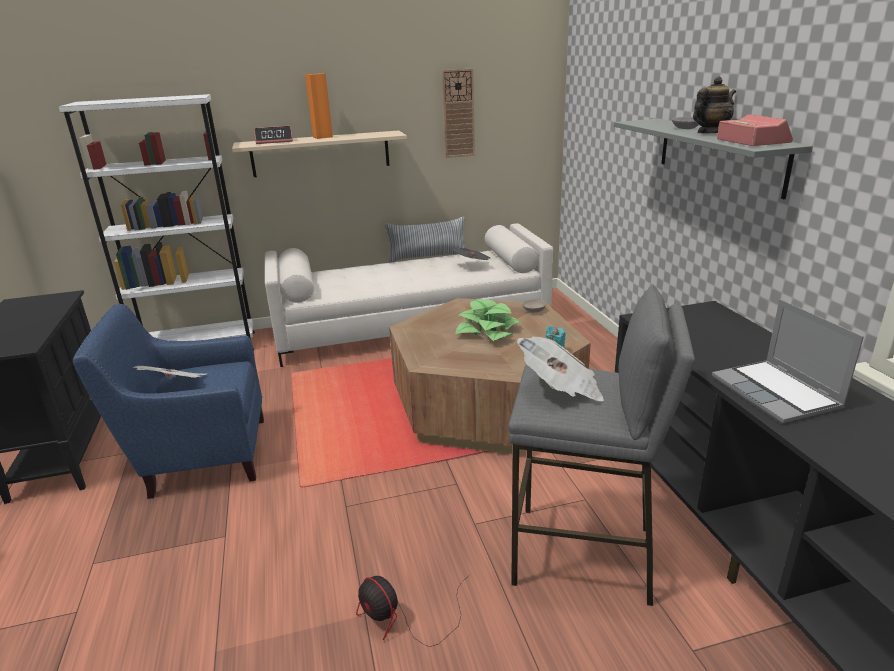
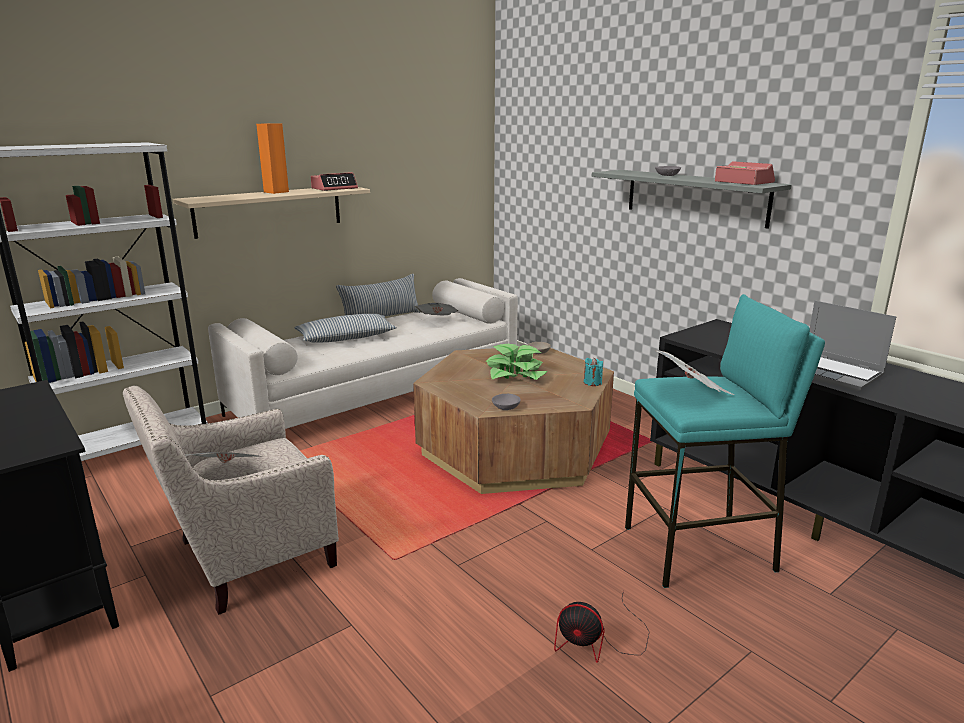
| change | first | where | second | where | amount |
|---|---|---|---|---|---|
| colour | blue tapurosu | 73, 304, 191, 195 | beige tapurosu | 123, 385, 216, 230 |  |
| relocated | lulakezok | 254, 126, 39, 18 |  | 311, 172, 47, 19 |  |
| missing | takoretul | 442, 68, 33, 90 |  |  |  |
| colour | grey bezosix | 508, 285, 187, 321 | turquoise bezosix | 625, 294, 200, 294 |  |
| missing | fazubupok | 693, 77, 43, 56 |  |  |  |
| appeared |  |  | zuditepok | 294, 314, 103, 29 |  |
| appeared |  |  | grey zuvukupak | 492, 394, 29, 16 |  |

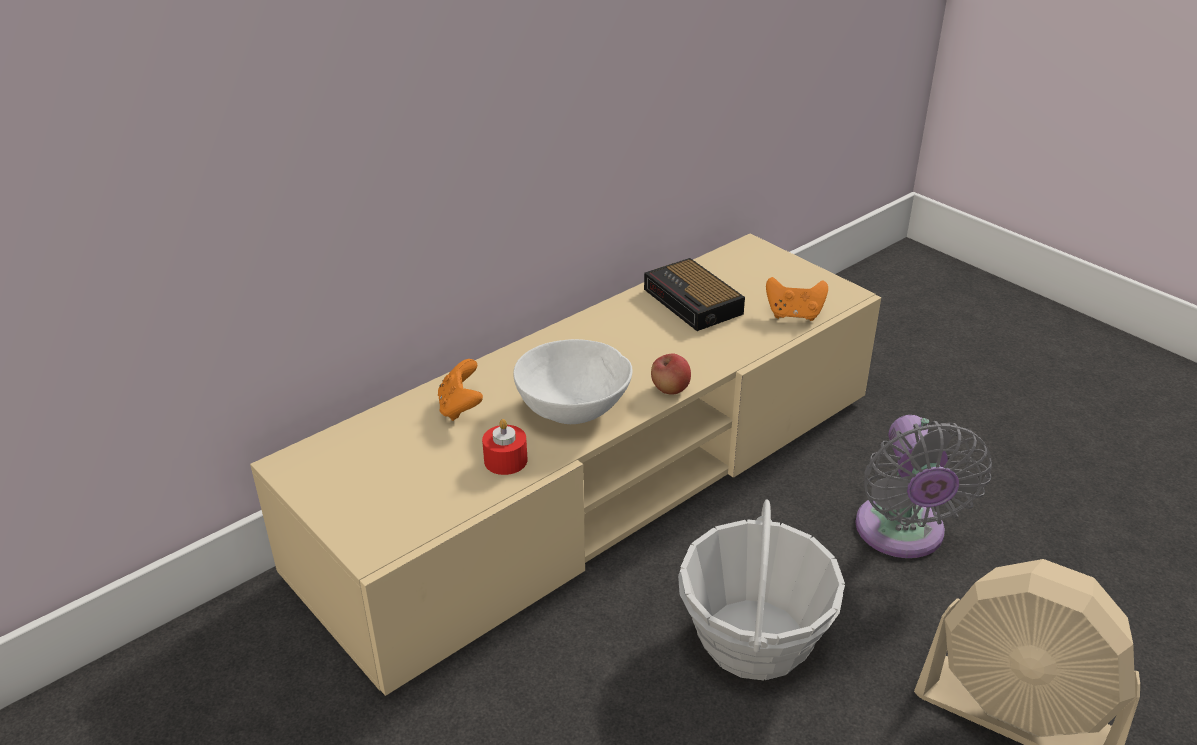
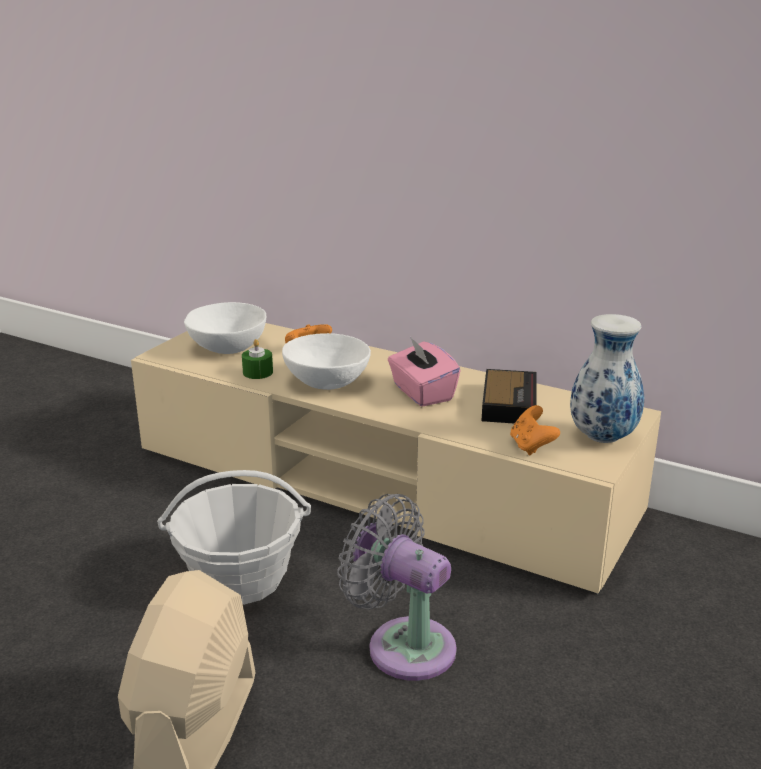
| change | first | where | second | where | amount |
|---|---|---|---|---|---|
| colour | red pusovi | 482, 419, 45, 56 | green pusovi | 242, 339, 31, 40 |  |
| spun | lulakezok | 644, 258, 101, 73 |  | 482, 369, 55, 54 | 150 degrees clockwise |
| missing | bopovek | 651, 353, 40, 42 |  |  |  |
| spun | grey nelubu | 856, 415, 136, 143 |  | 337, 494, 120, 187 | 60 degrees clockwise |
| appeared |  |  | white zuvukupak | 184, 302, 82, 52 |  |
| appeared |  |  | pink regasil | 388, 337, 72, 70 |  |
| appeared |  |  | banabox | 570, 314, 74, 129 |  |

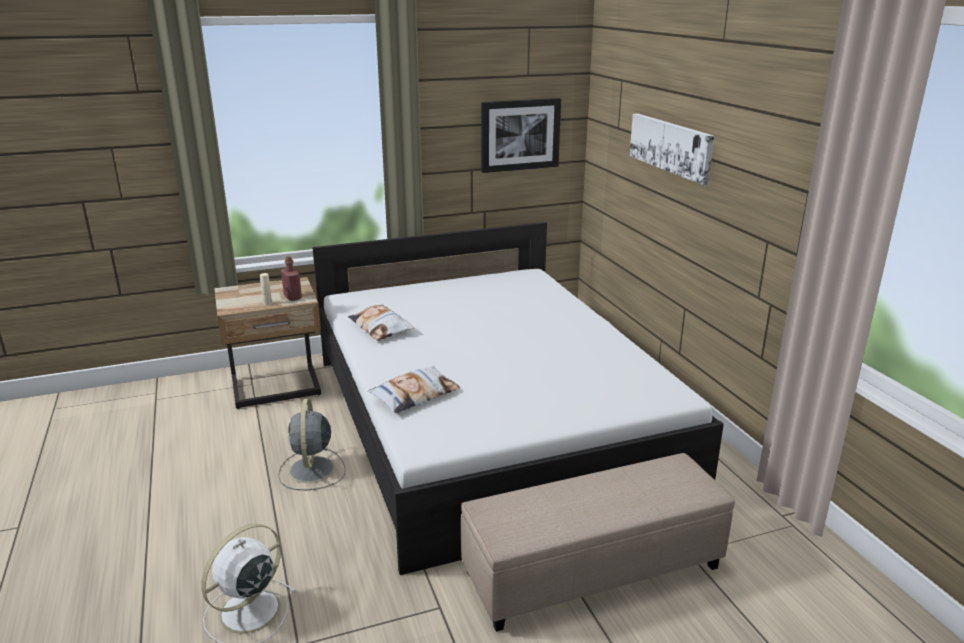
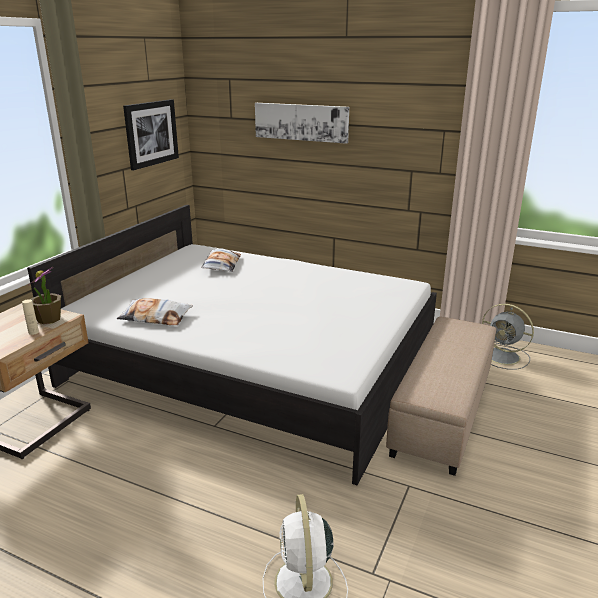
| change | first | where | second | where | amount |
|---|---|---|---|---|---|
| relocated | grey nelubu | 278, 398, 68, 92 |  | 482, 304, 52, 66 |  |
| exchanged | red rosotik | 281, 256, 21, 45 | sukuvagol | 29, 267, 32, 57 |  |
| relocated | zuditepok | 368, 366, 92, 47 |  | 201, 249, 40, 23 |  |

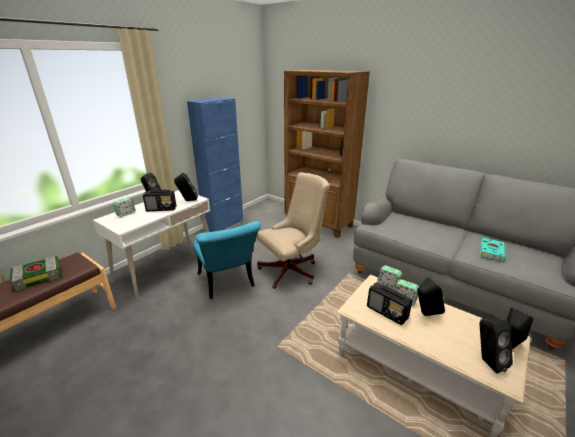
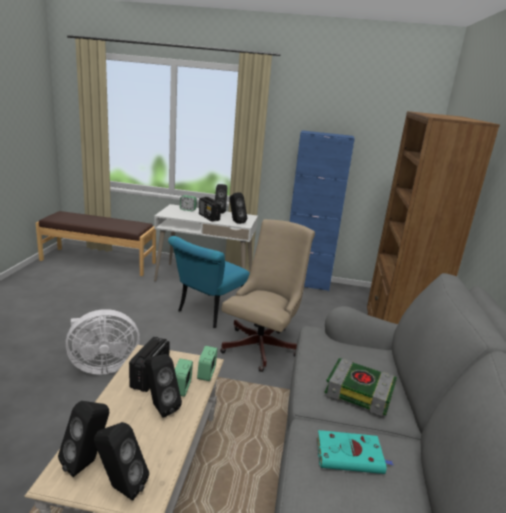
| change | first | where | second | where | amount |
|---|---|---|---|---|---|
| relocated | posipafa | 9, 256, 53, 35 |  | 324, 358, 73, 58 |  |
| spun | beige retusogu | 256, 172, 74, 117 |  | 220, 219, 95, 153 | 90 degrees counterclockwise |
| appeared |  |  | white nelubu | 65, 309, 75, 66 |  |

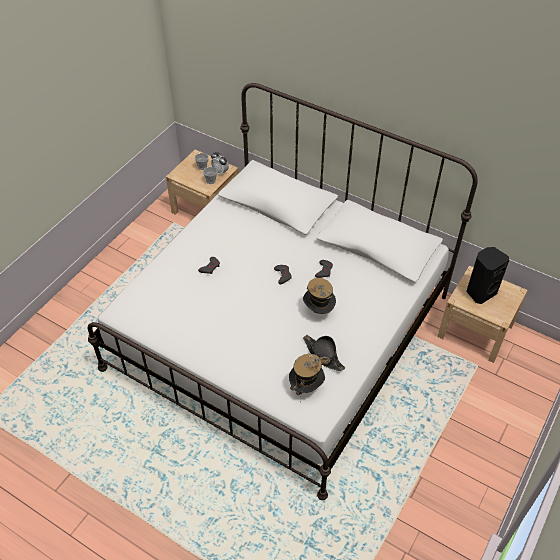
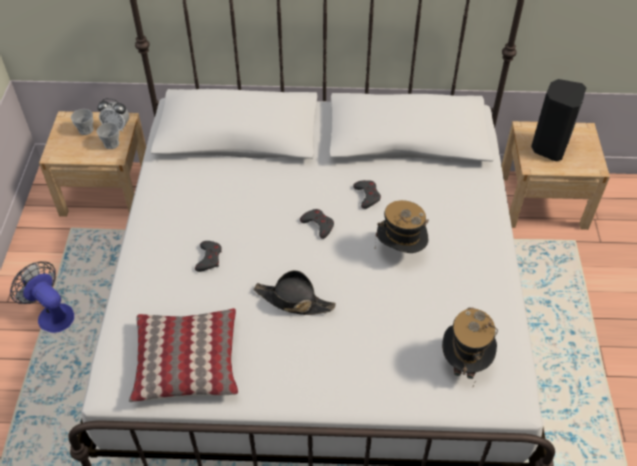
| change | first | where | second | where | amount |
|---|---|---|---|---|---|
| relocated | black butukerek | 303, 335, 42, 36 |  | 254, 270, 82, 45 |  |
| appeared |  |  | nelubu | 10, 261, 64, 72 |  |
| appeared |  |  | zuditepok | 129, 308, 109, 94 |  |

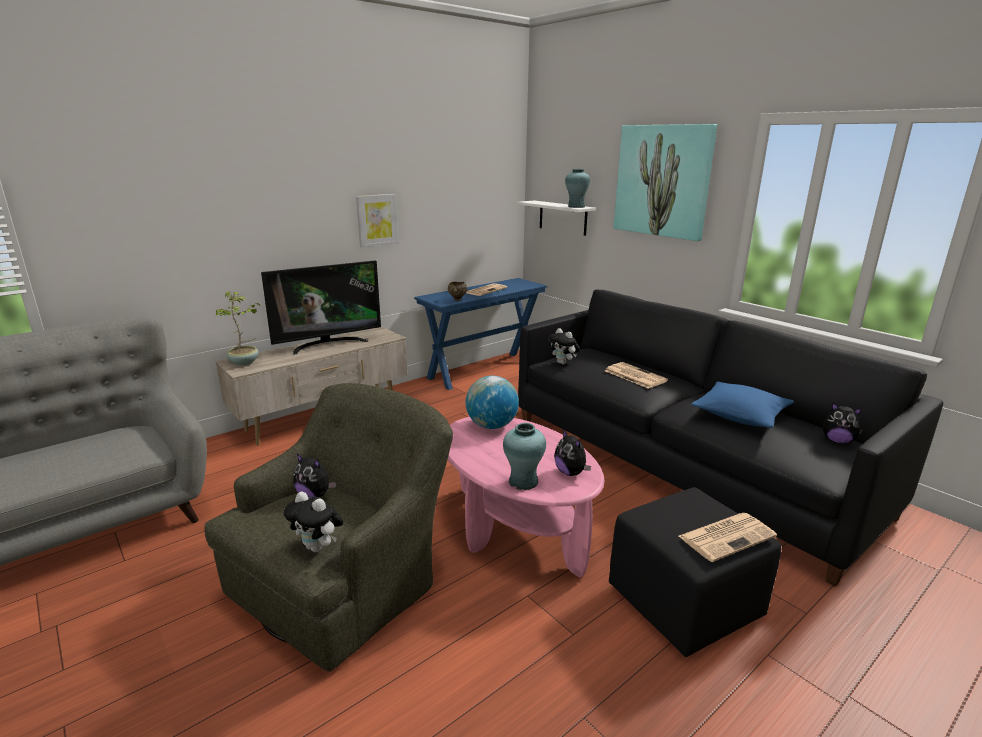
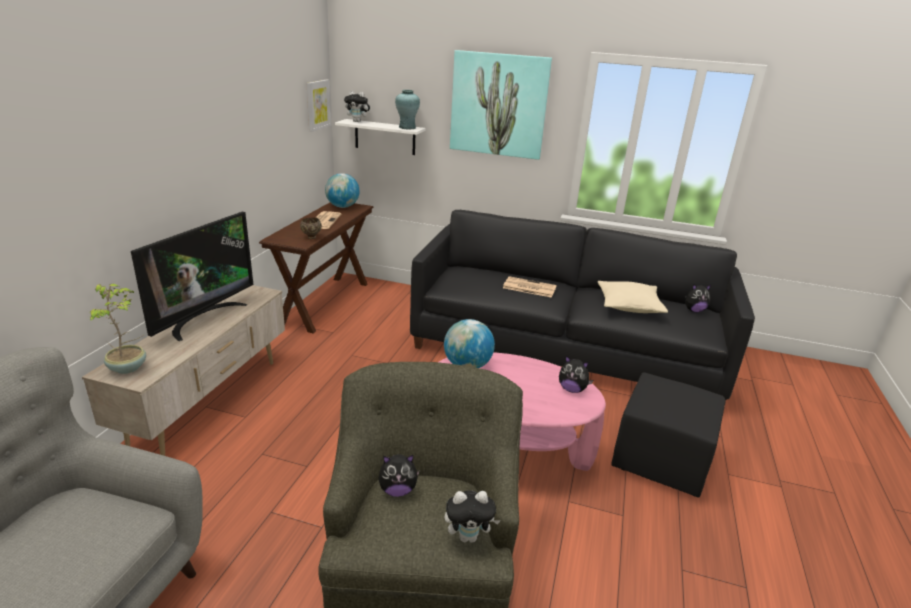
| change | first | where | second | where | amount |
|---|---|---|---|---|---|
| relocated | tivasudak | 356, 194, 43, 53 |  | 306, 80, 25, 52 |  |
| colour | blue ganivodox | 414, 278, 133, 112 | brown ganivodox | 259, 203, 114, 131 |  |
| missing | turquoise banabox | 503, 423, 43, 67 |  |  |  |
| relocated | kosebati | 549, 328, 31, 36 |  | 344, 91, 27, 31 |  |
| missing | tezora | 679, 513, 98, 49 |  |  |  |
| colour | blue zuditepok | 691, 381, 103, 47 | beige zuditepok | 598, 281, 70, 32 |  |
| appeared |  |  | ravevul | 325, 173, 35, 35 |  |

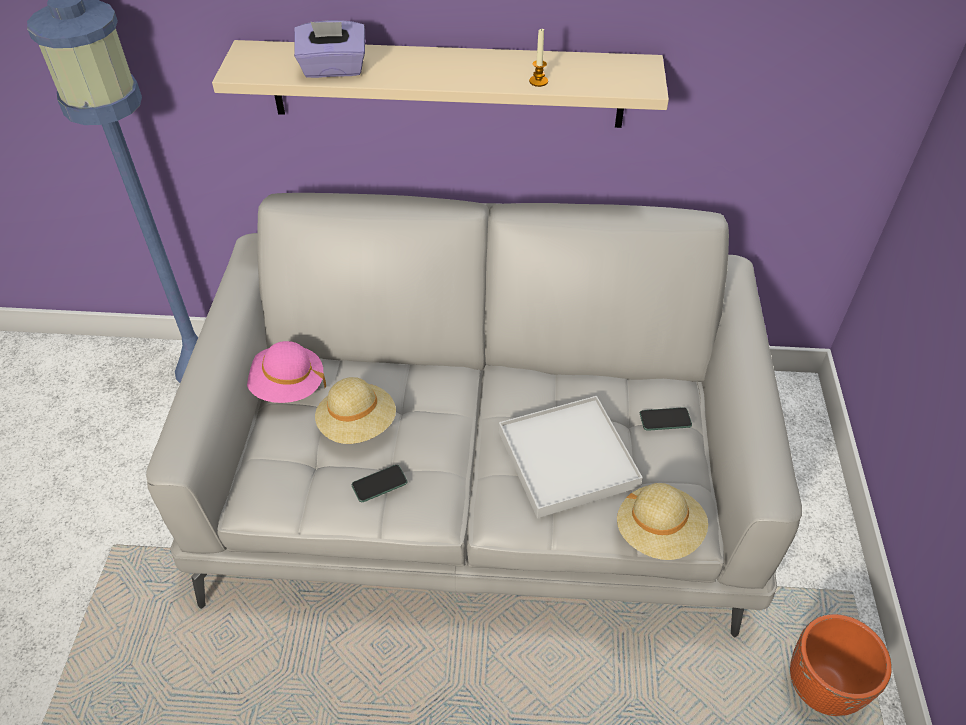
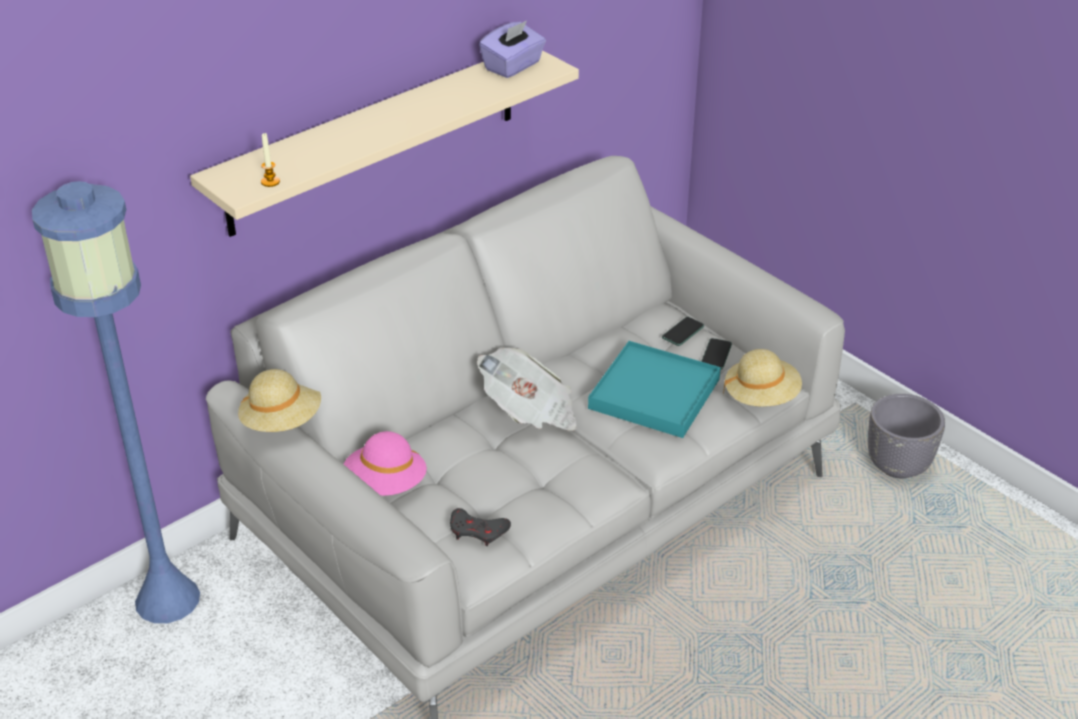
| change | first | where | second | where | amount |
|---|---|---|---|---|---|
| relocated | purple regasil | 294, 20, 71, 58 |  | 479, 21, 67, 57 |  |
| relocated | beige butukerek | 315, 377, 81, 67 |  | 238, 369, 83, 63 |  |
| relocated | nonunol | 352, 465, 56, 37 |  | 701, 338, 31, 32 |  |
| colour | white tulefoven | 499, 396, 144, 122 | turquoise tulefoven | 588, 341, 133, 97 |  |
| relocated | pusovi | 529, 28, 19, 59 |  | 261, 133, 19, 54 |  |
| colour | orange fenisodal | 790, 614, 102, 102 | grey fenisodal | 868, 394, 77, 85 |  |
| appeared |  |  | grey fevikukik | 450, 508, 61, 38 |  |
| appeared |  |  | tezora | 477, 348, 100, 83 |  |

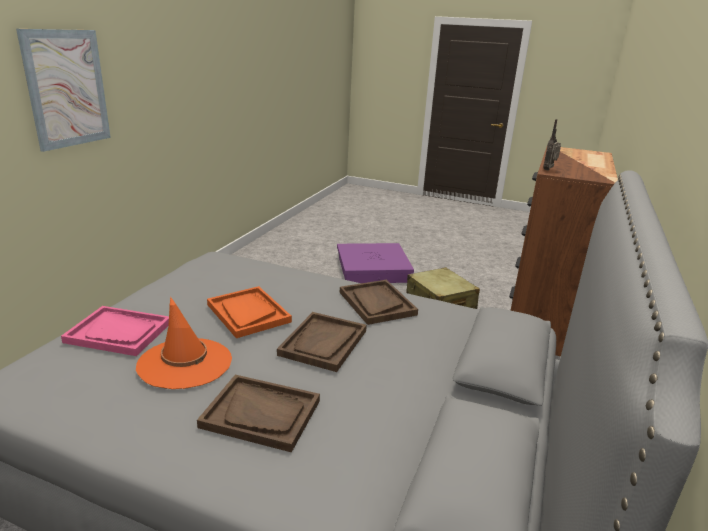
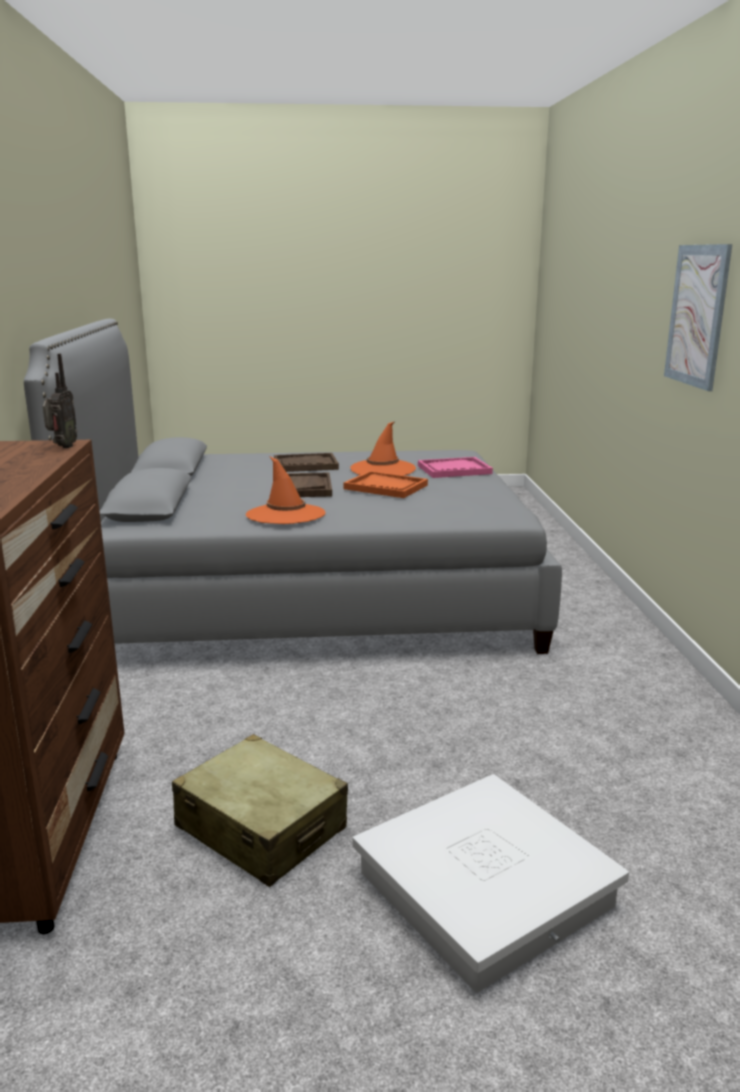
| change | first | where | second | where | amount |
|---|---|---|---|---|---|
| colour | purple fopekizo | 337, 243, 77, 40 | white fopekizo | 353, 774, 276, 219 |  |
| exchanged | brown tulefoven | 340, 280, 78, 45 | orange butukerek | 246, 456, 80, 68 |  |

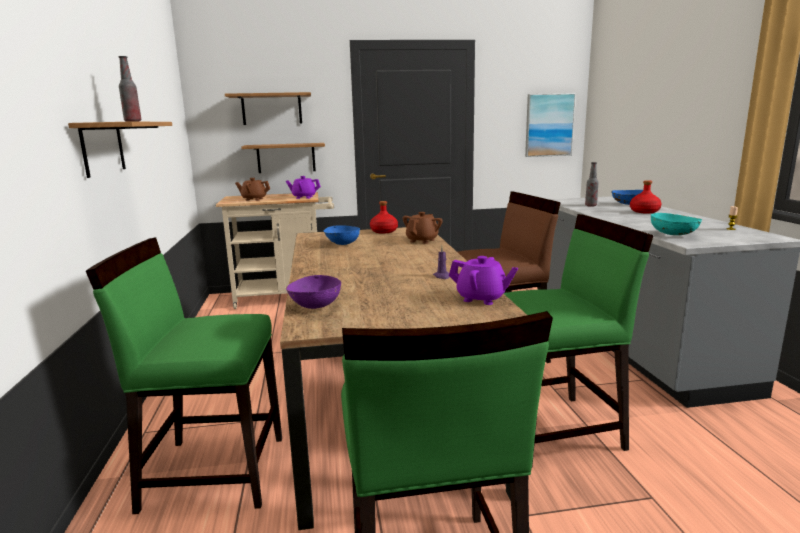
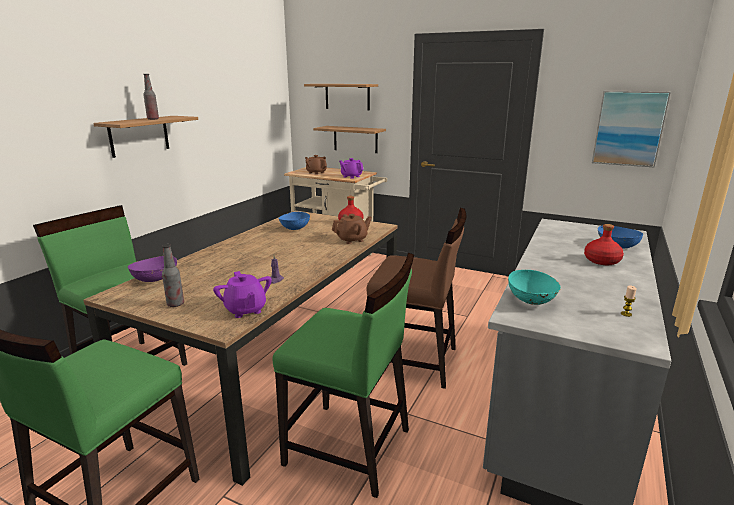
| change | first | where | second | where | amount |
|---|---|---|---|---|---|
| relocated | rosotik | 585, 162, 14, 45 |  | 162, 244, 22, 63 |  |

